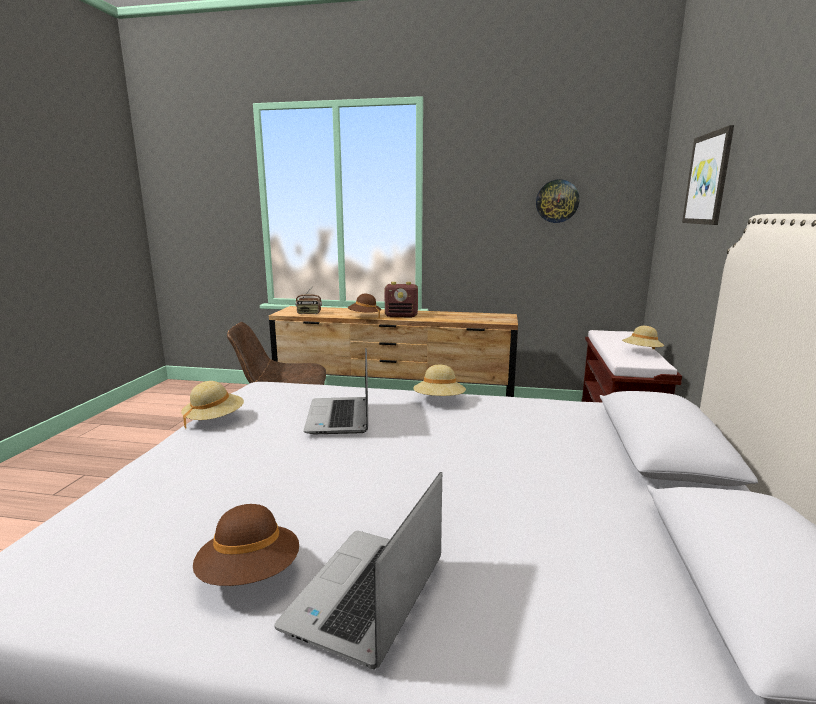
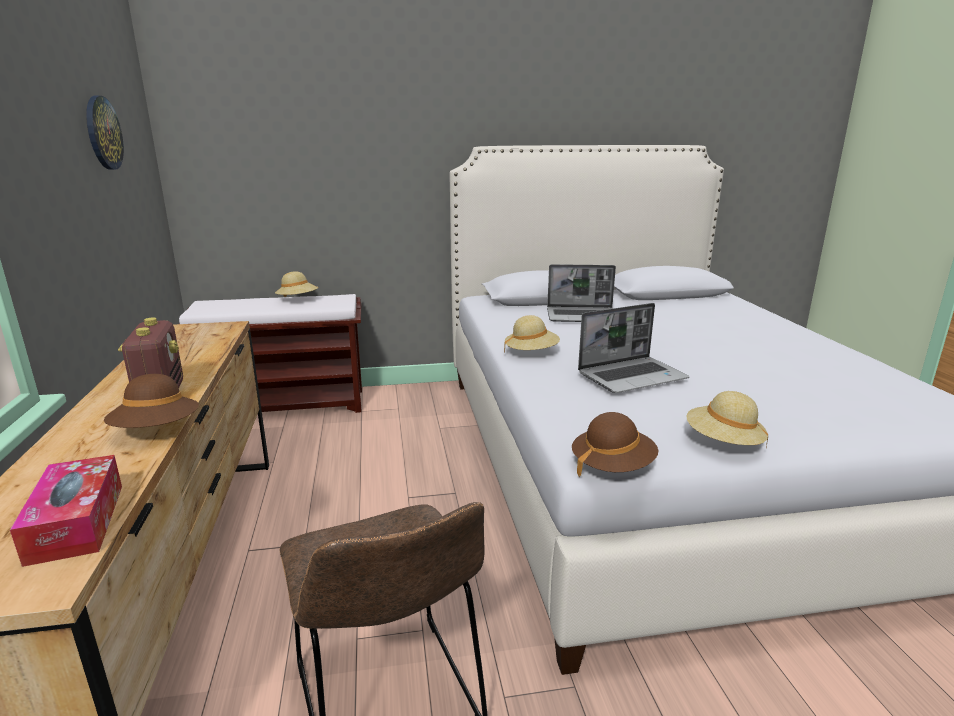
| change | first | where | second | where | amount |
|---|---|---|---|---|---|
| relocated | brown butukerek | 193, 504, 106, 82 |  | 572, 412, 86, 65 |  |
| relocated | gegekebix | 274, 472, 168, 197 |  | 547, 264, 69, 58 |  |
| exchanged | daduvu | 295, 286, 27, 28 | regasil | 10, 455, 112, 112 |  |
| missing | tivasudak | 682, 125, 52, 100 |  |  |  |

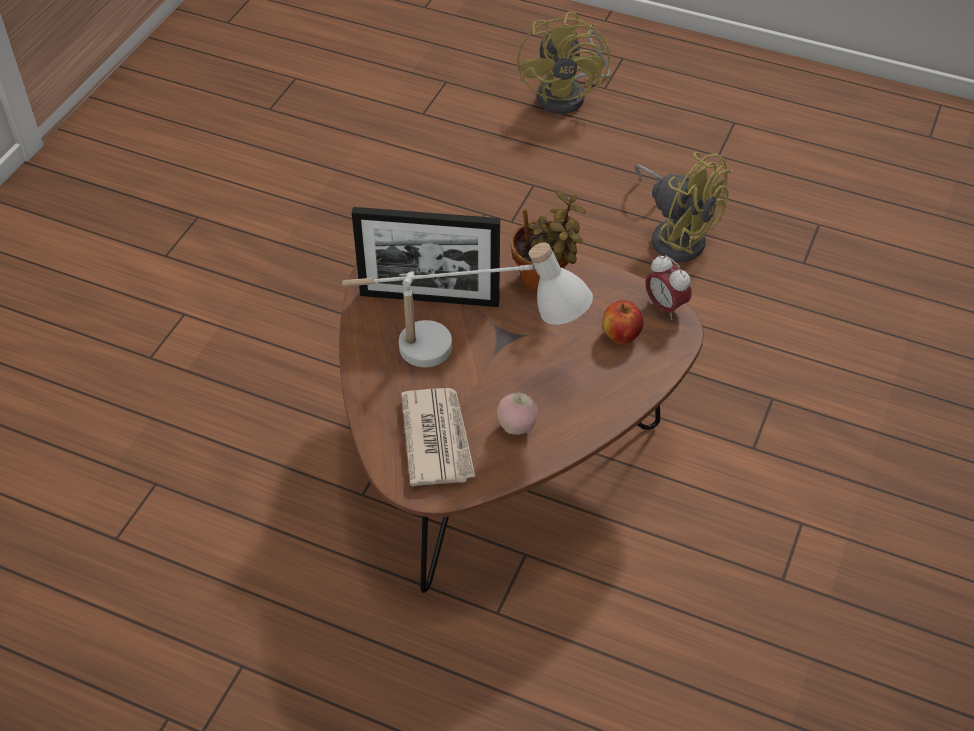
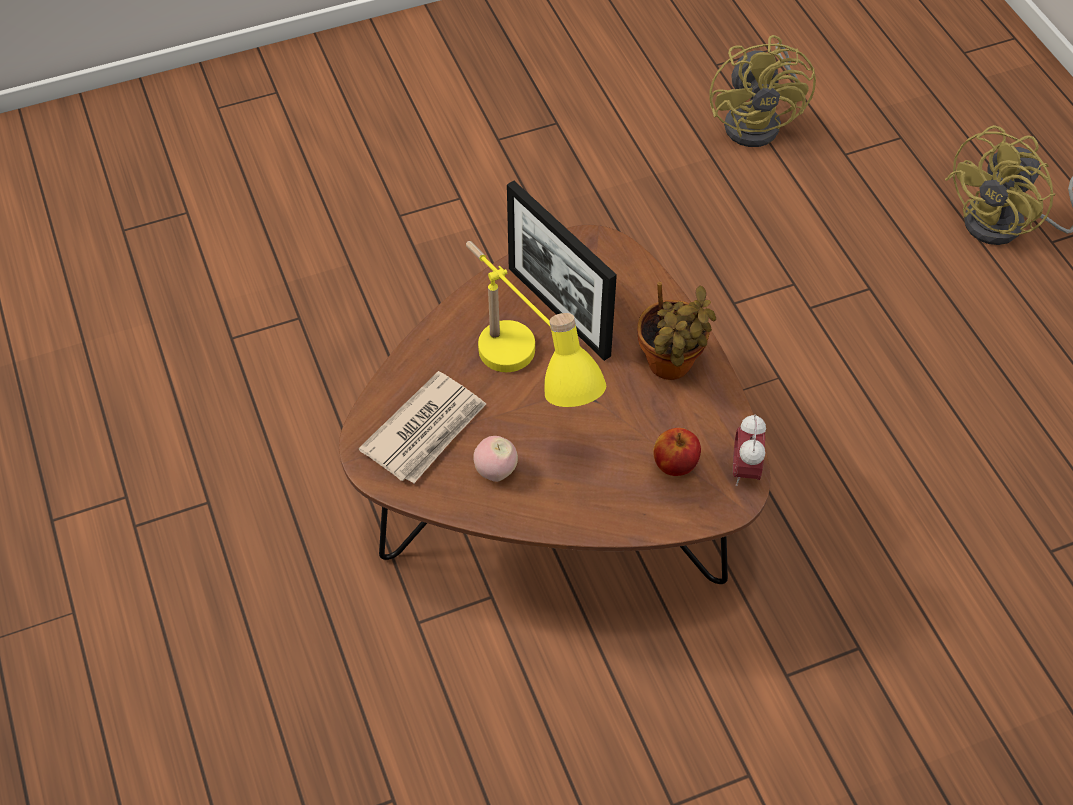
| change | first | where | second | where | amount |
|---|---|---|---|---|---|
| colour | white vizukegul | 342, 243, 251, 124 | yellow vizukegul | 466, 241, 140, 166 |  |
| relocated | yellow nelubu | 635, 152, 97, 110 |  | 710, 35, 106, 112 |  |

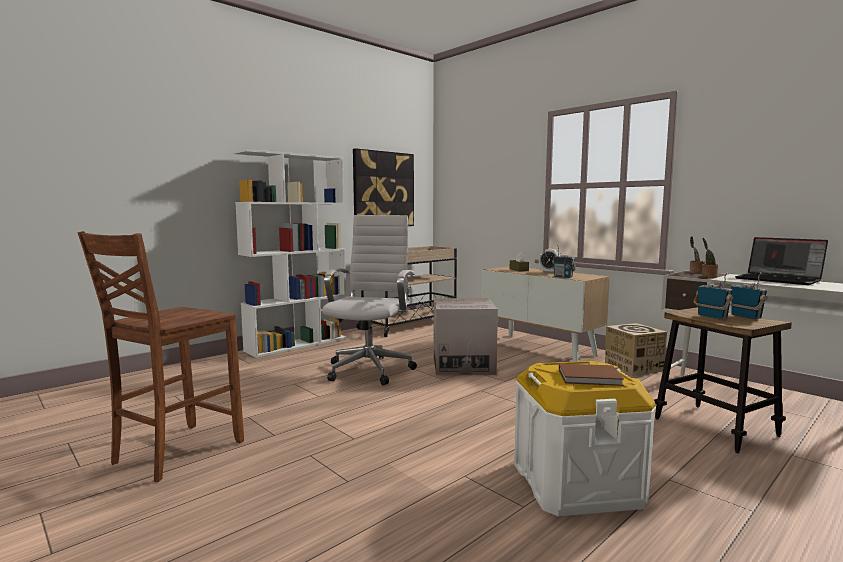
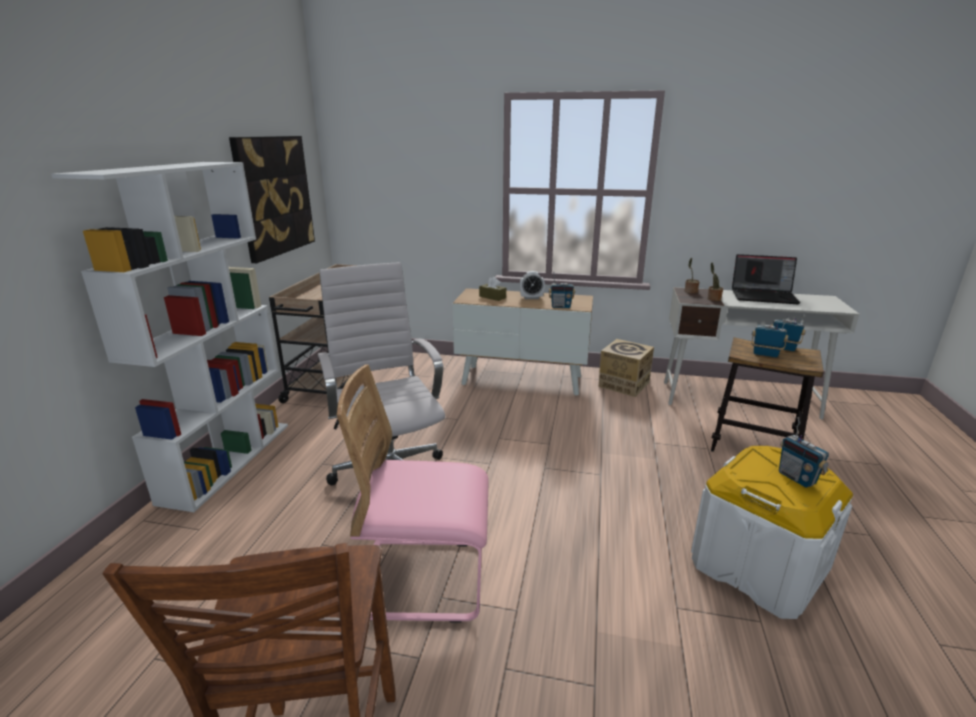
| change | first | where | second | where | amount |
|---|---|---|---|---|---|
| missing | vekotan | 433, 298, 65, 77 |  |  |  |
| exchanged | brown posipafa | 559, 363, 65, 23 | daduvu | 779, 417, 50, 71 |  |
| appeared |  |  | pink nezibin | 337, 365, 152, 258 |  |

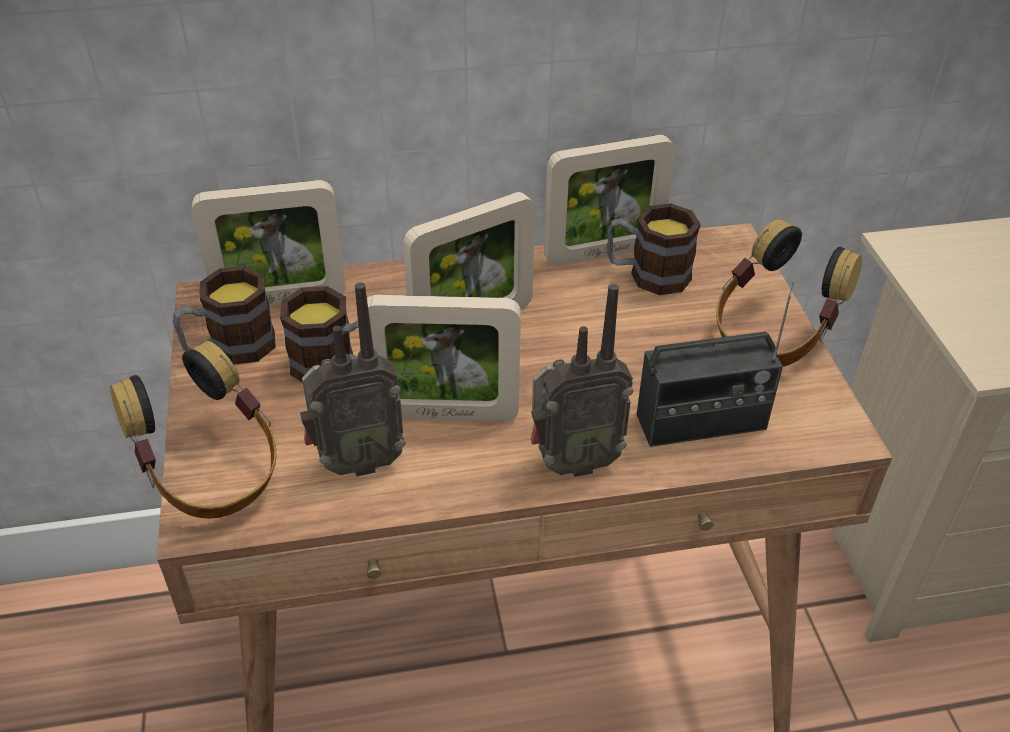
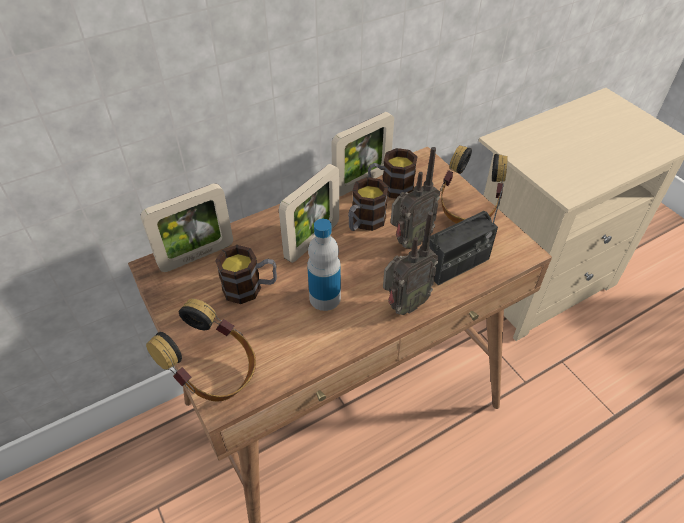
| change | first | where | second | where | amount |
|---|---|---|---|---|---|
| relocated | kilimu | 173, 266, 103, 99 |  | 348, 177, 41, 54 |  |
| relocated | daduvu | 300, 282, 106, 195 |  | 391, 147, 49, 102 |  |
| exchanged | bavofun | 367, 295, 154, 126 | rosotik | 307, 219, 34, 92 |  |

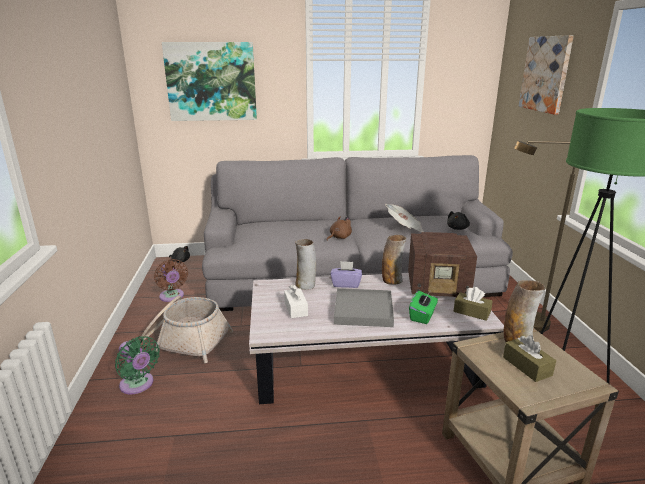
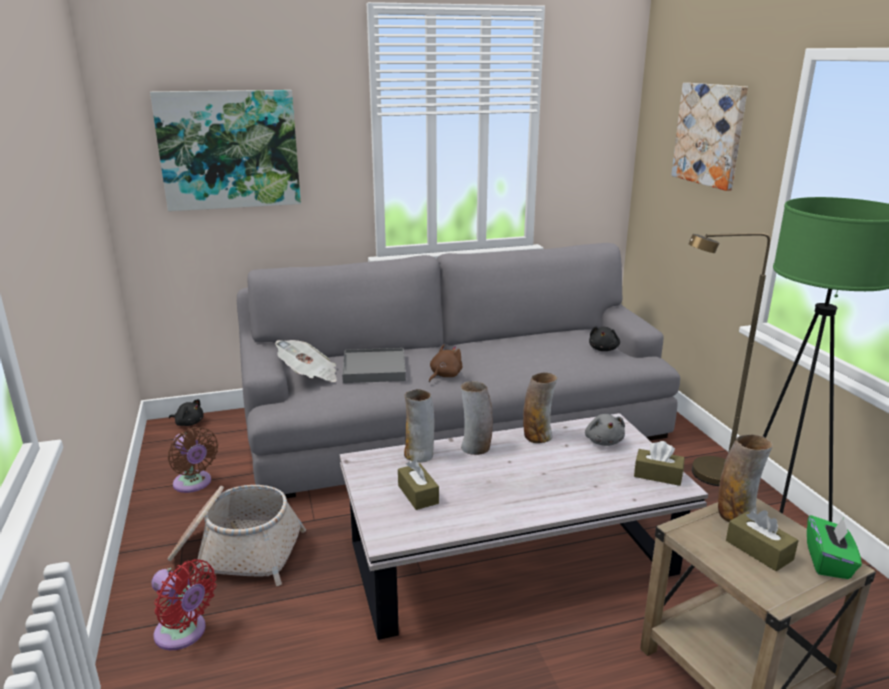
| change | first | where | second | where | amount |
|---|---|---|---|---|---|
| colour | green nelubu | 115, 336, 45, 59 | red nelubu | 151, 559, 66, 91 |  |
| colour | white regasil | 284, 284, 24, 34 | brown regasil | 398, 460, 41, 50 |  |
| exchanged | purple regasil | 330, 261, 32, 27 | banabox | 461, 381, 32, 74 |  |
| relocated | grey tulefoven | 334, 288, 60, 39 |  | 342, 348, 64, 35 |  |
| relocated | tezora | 385, 204, 39, 28 |  | 275, 340, 62, 42 |  |
| exchanged | daduvu | 408, 232, 69, 65 | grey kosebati | 585, 414, 40, 32 |  |
| relocated | green regasil | 409, 291, 29, 33 |  | 807, 515, 55, 64 |  |

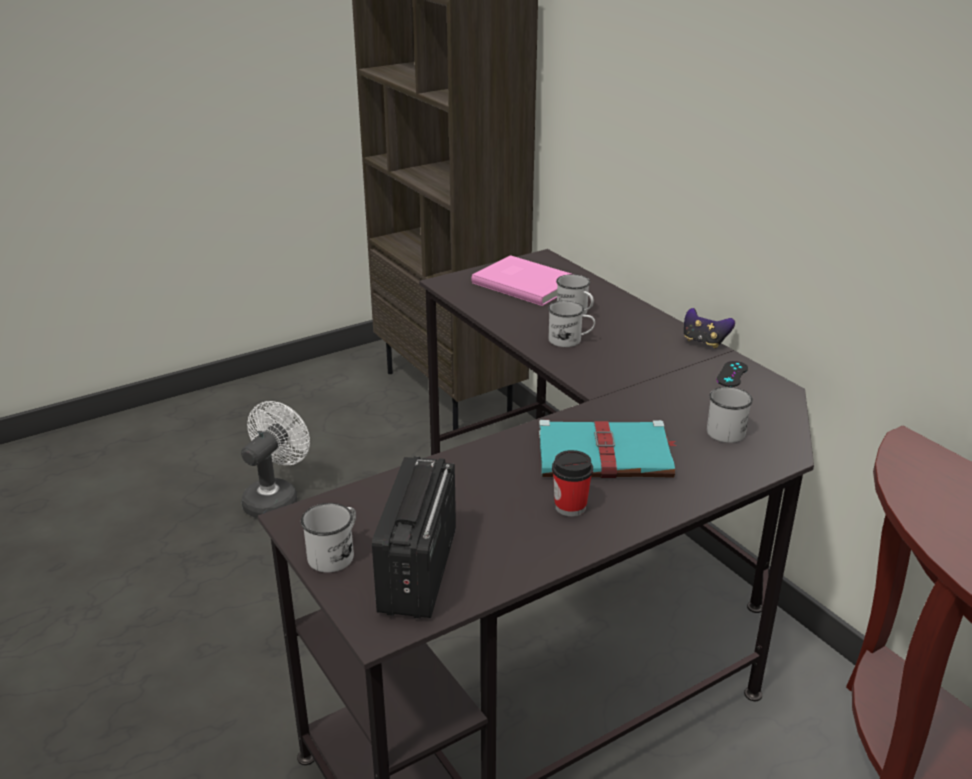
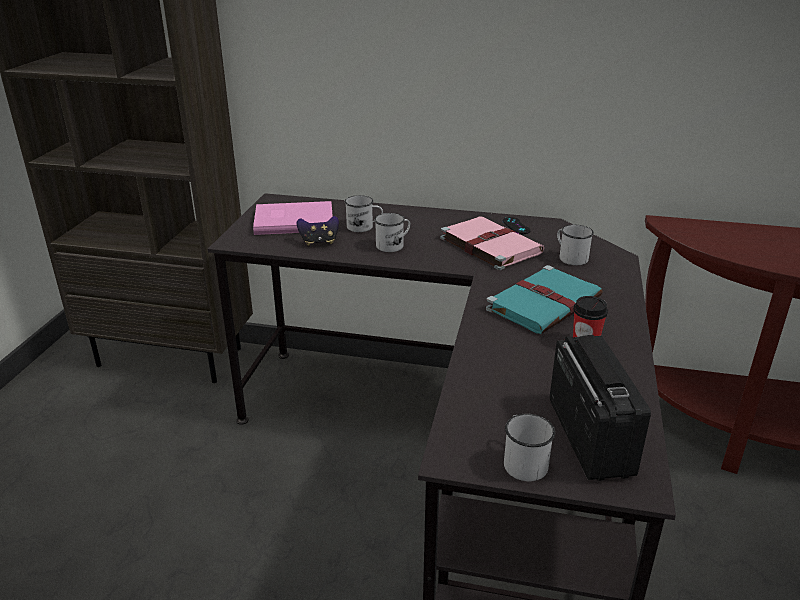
| change | first | where | second | where | amount |
|---|---|---|---|---|---|
| missing | white nelubu | 241, 401, 69, 117 |  |  |  |
| spun | daduvu | 372, 456, 84, 163 |  | 550, 335, 101, 146 | 150 degrees counterclockwise |
| relocated | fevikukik | 684, 308, 51, 40 |  | 297, 216, 42, 30 |  |
| appeared |  |  | pink posipafa | 440, 217, 104, 53 |  |

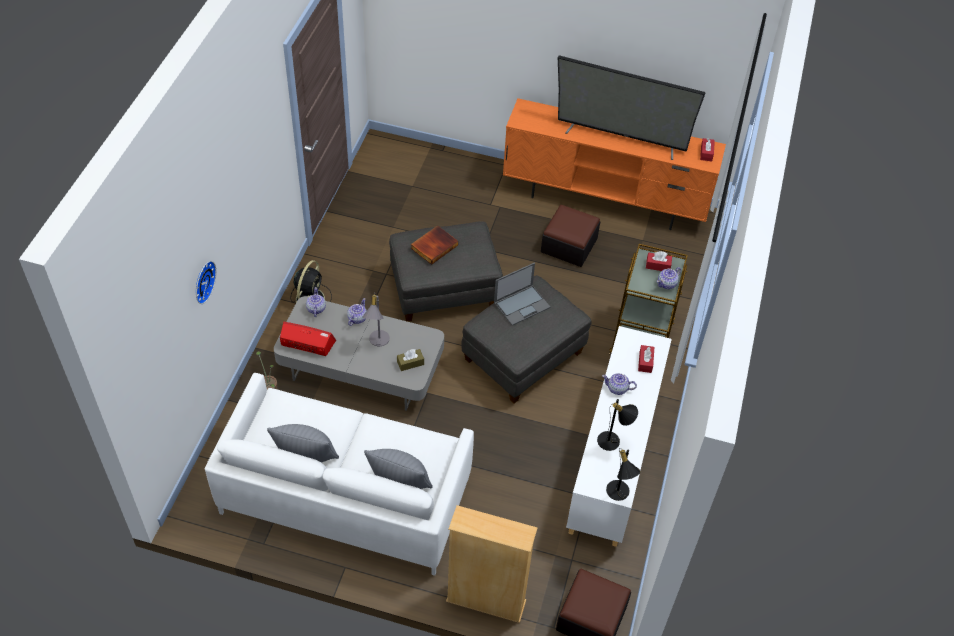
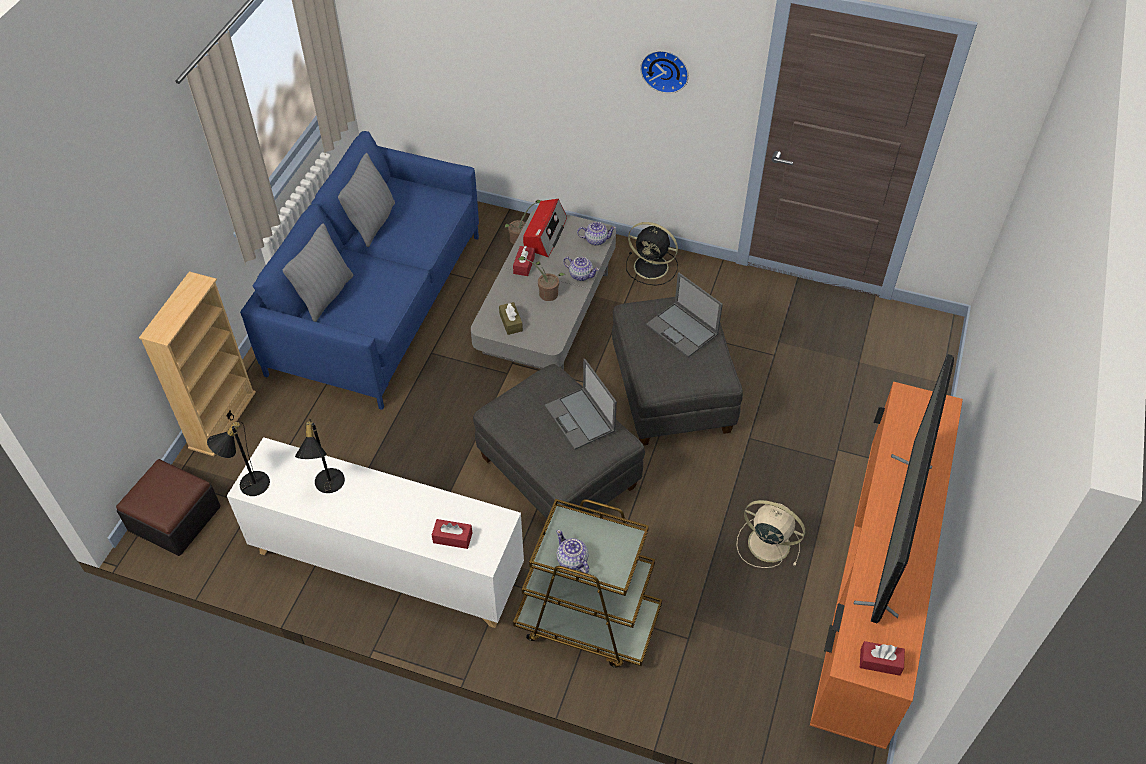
| change | first | where | second | where | amount |
|---|---|---|---|---|---|
| relocated | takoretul | 196, 261, 20, 43 |  | 640, 51, 49, 43 |  |
| colour | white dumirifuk | 205, 373, 269, 203 | blue dumirifuk | 240, 131, 239, 279 |  |
| exchanged | grey vizukegul | 363, 293, 27, 53 | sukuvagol | 517, 256, 49, 45 |  |
| exchanged | posipafa | 411, 225, 47, 40 | gegekebix | 646, 272, 77, 85 |  |
| exchanged | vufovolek | 541, 205, 59, 62 | beige nelubu | 736, 500, 69, 68 |  |
| missing | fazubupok | 602, 373, 35, 22 |  |  |  |
| relocated | red regasil | 646, 251, 26, 20 |  | 513, 246, 22, 30 |  |

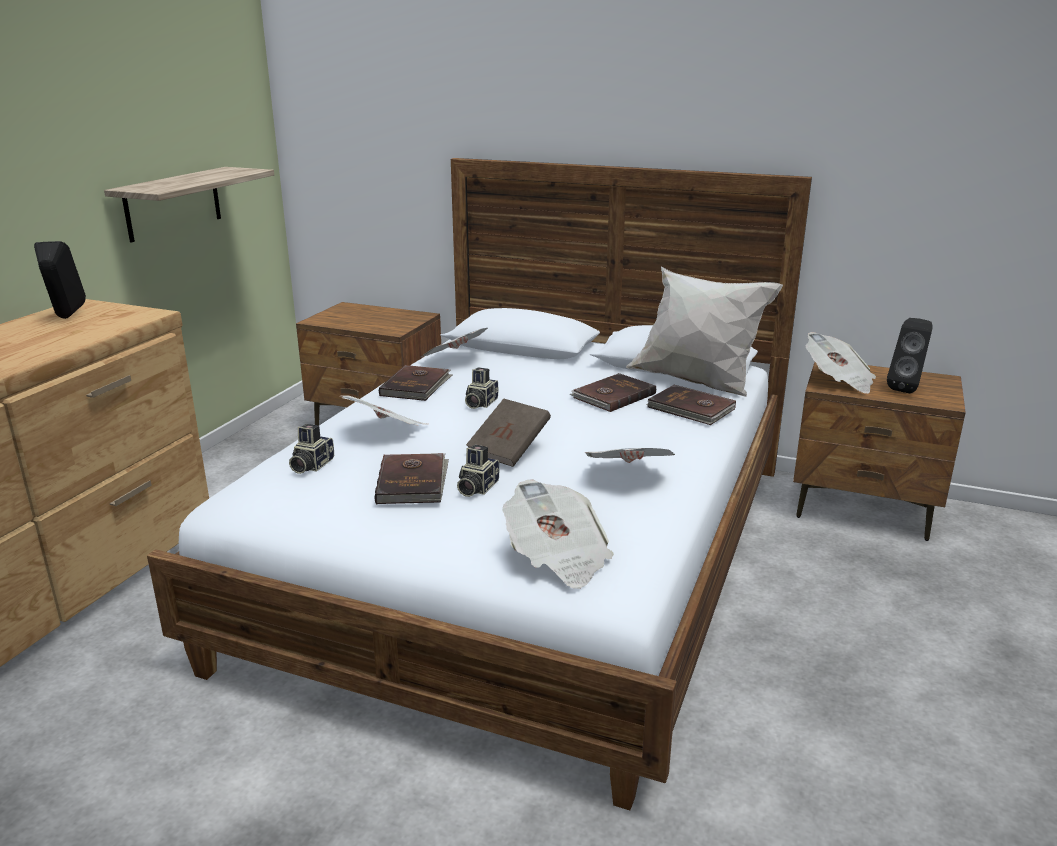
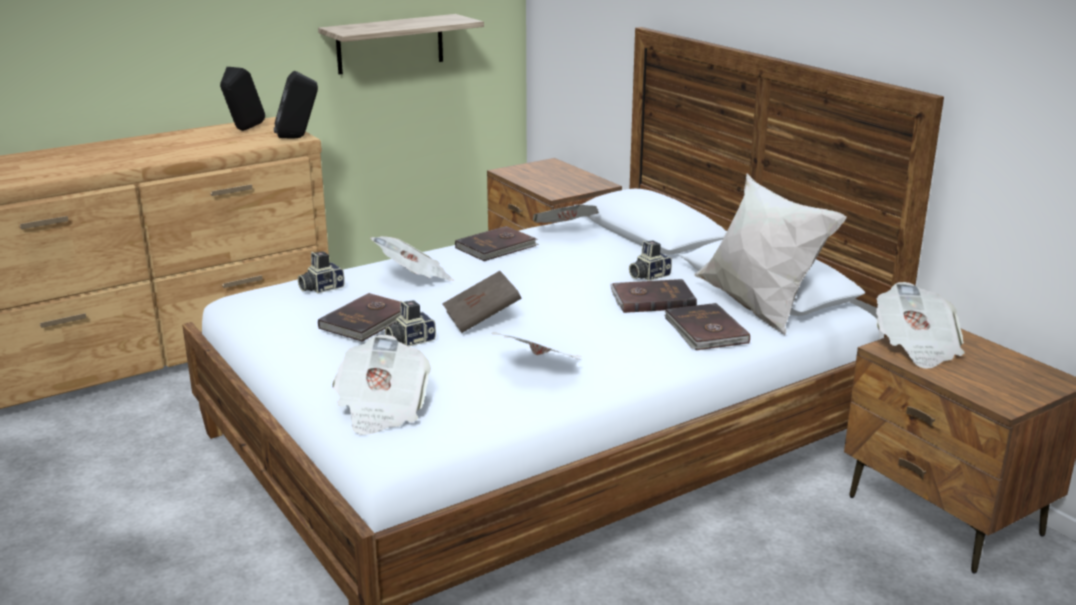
| change | first | where | second | where | amount |
|---|---|---|---|---|---|
| relocated | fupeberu | 465, 367, 33, 42 |  | 629, 241, 43, 40 |  |
| relocated | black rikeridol | 887, 318, 46, 75 |  | 274, 71, 44, 68 |  |

